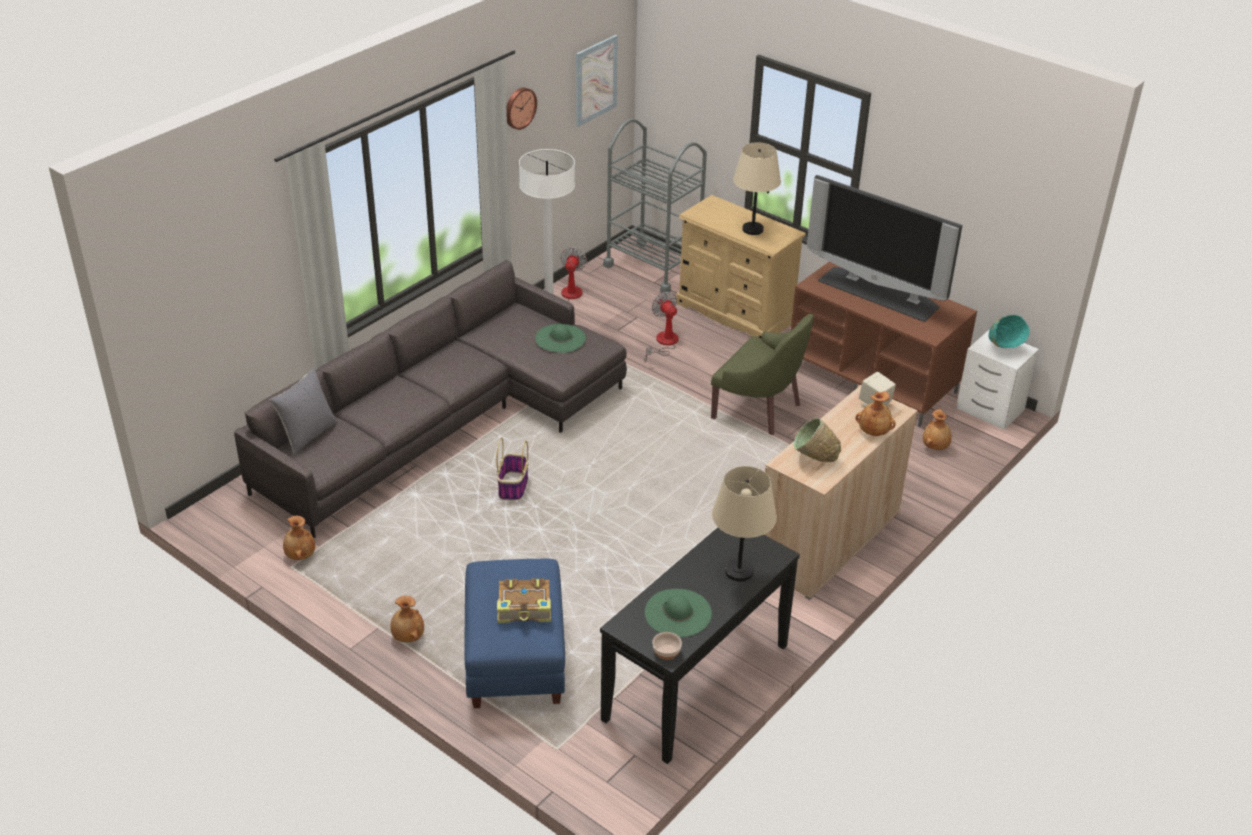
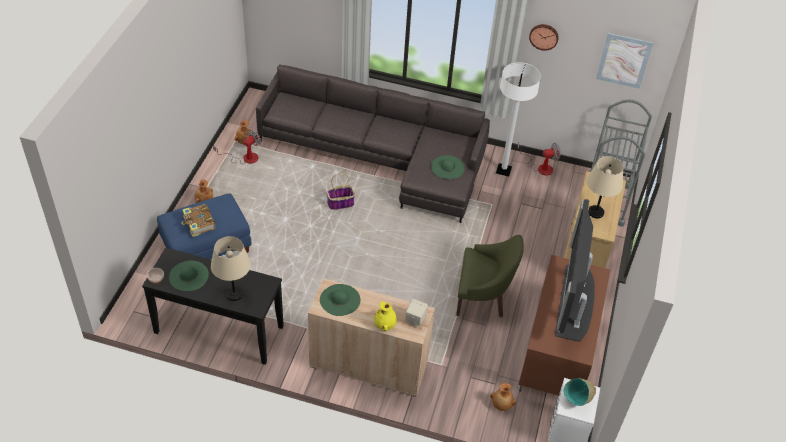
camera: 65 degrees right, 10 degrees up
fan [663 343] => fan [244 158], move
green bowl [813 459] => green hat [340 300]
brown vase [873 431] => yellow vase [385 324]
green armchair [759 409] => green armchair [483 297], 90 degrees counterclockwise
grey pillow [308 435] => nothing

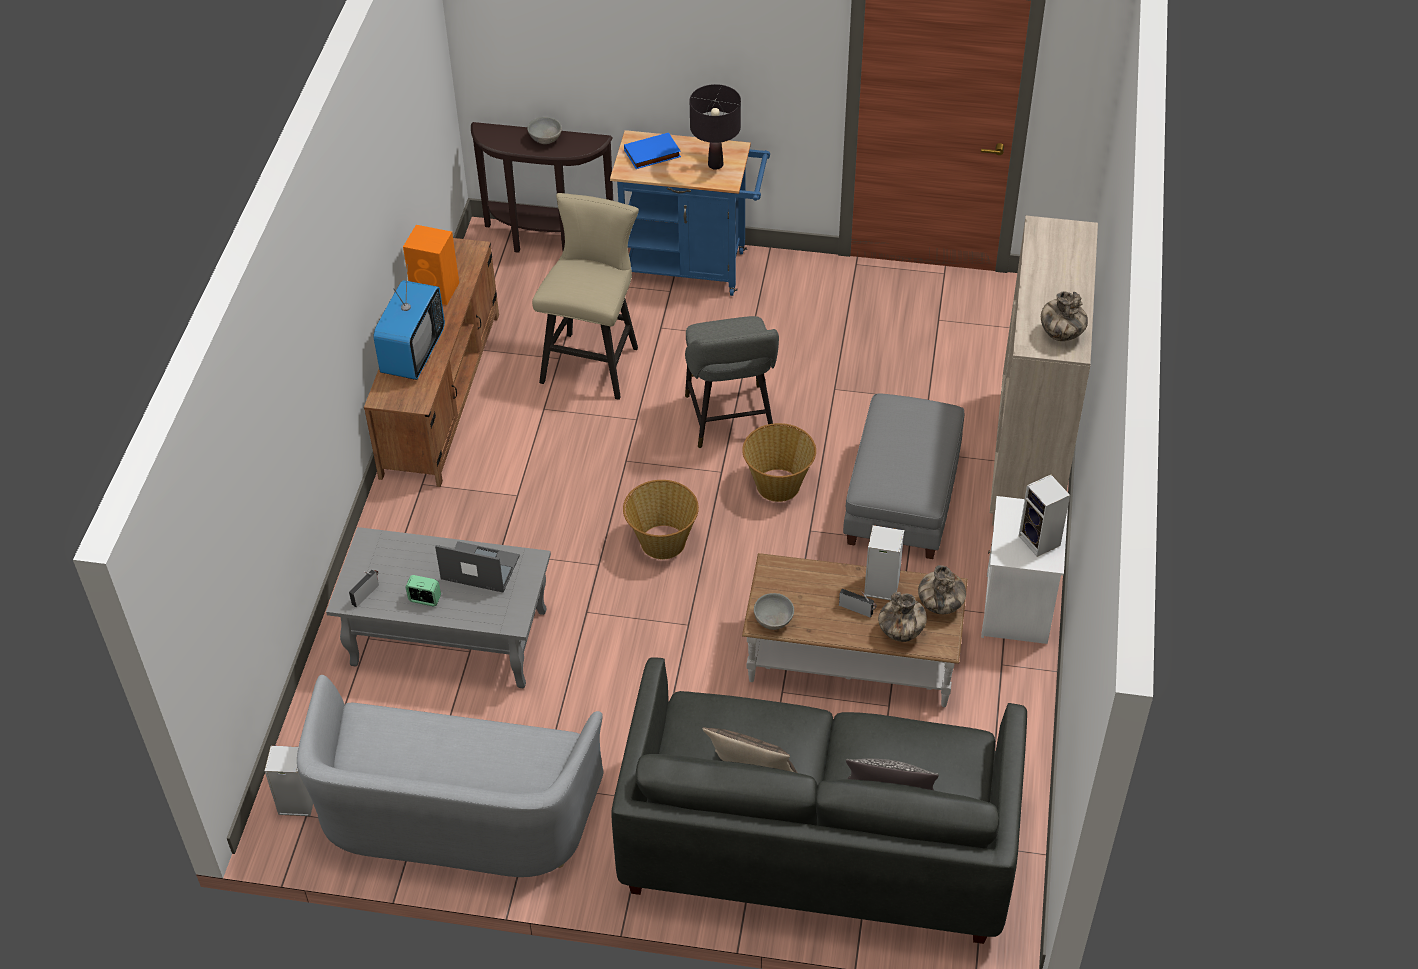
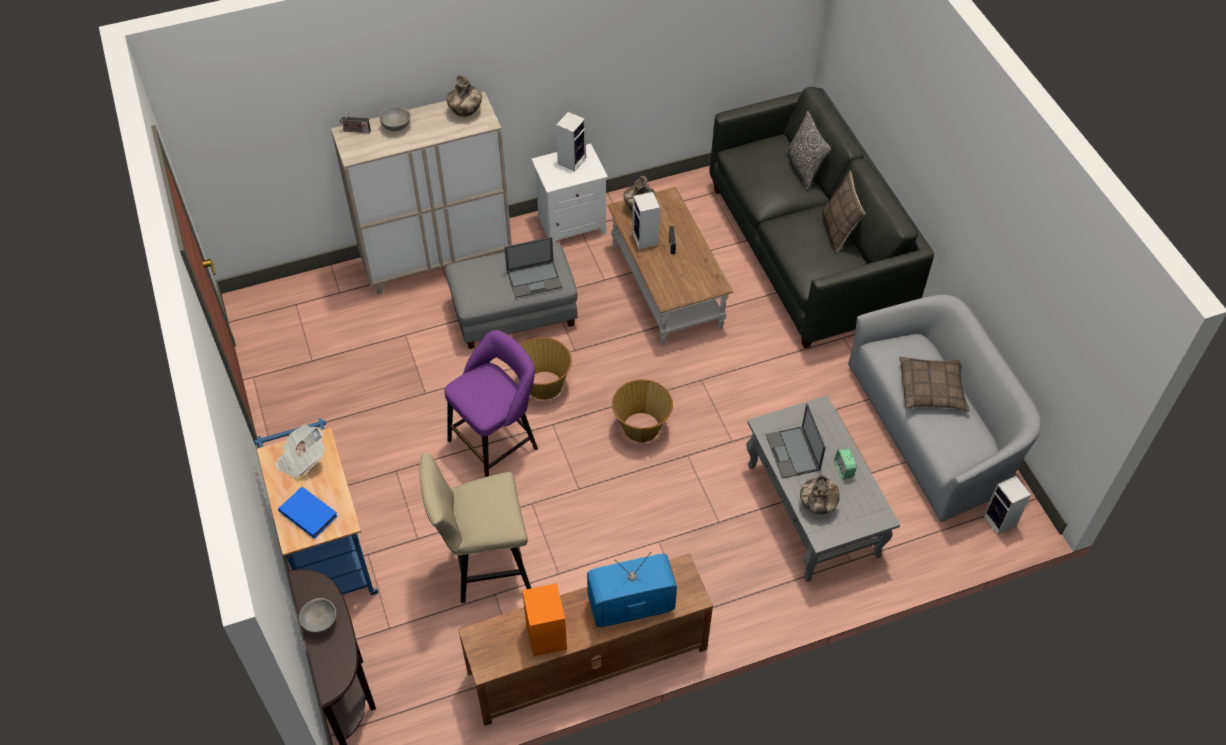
camera: 120 degrees left, 5 degrees up
black table lamp [715 164] => newspaper [302 459]
radio [366 593] => radio [355 130], move
grey bowl [774 620] => grey bowl [396 126], move
grey stool [730 421] => purple stool [497 442]
nothing => laptop [534 279]
vase [901 632] => vase [817 504], move
nothing => pillow [932 389]

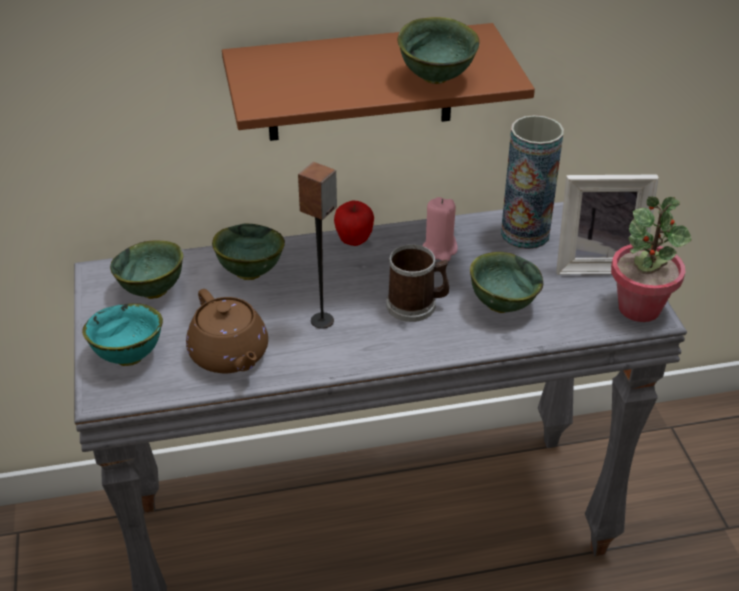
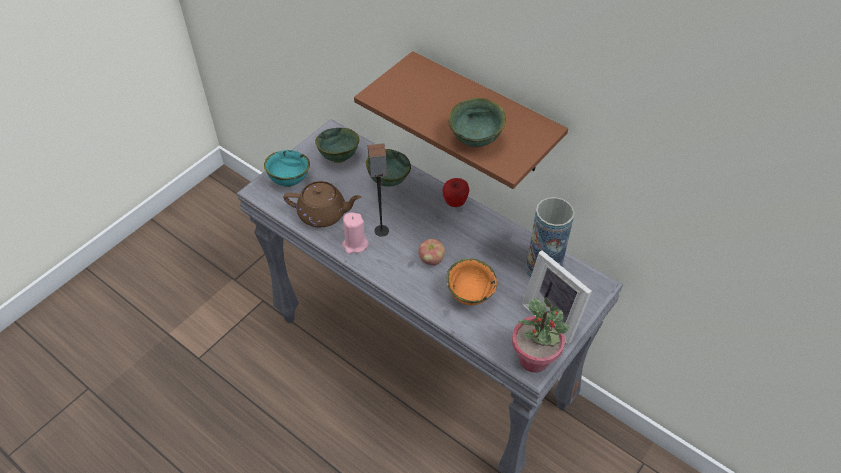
camera: 50 degrees right, 10 degrees up
brown teapot [229 355] => brown teapot [323 214], 105 degrees counterclockwise
pink candle [439 250] => pink candle [355 244], move
mug [417 305] => apple [431 260]
green bowl [501 304] => orange bowl [470 294]

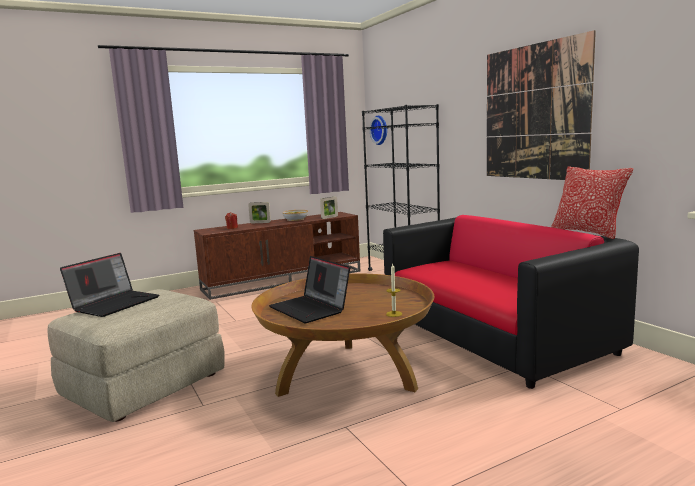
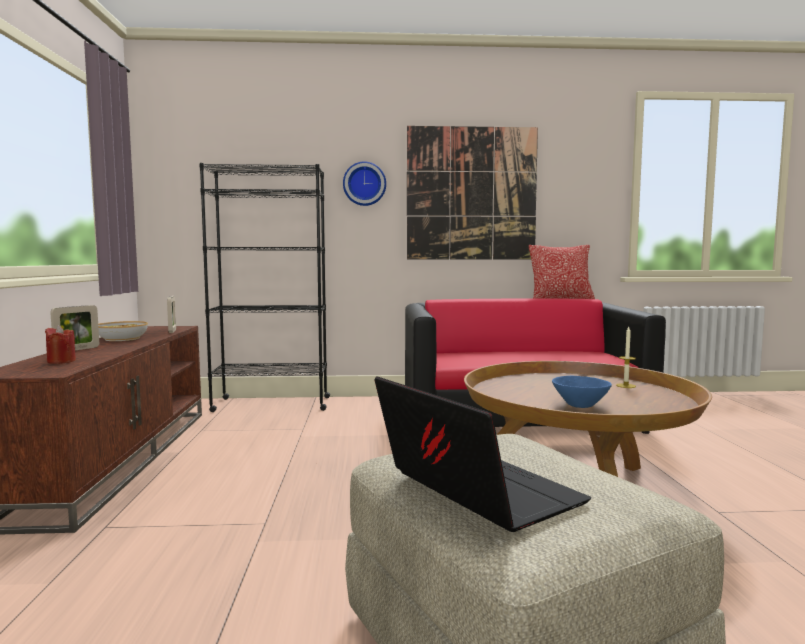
camera: 65 degrees left, 5 degrees down
wall clock [380 130] => wall clock [364 184], move
laptop [311 309] => blue bowl [580 405]

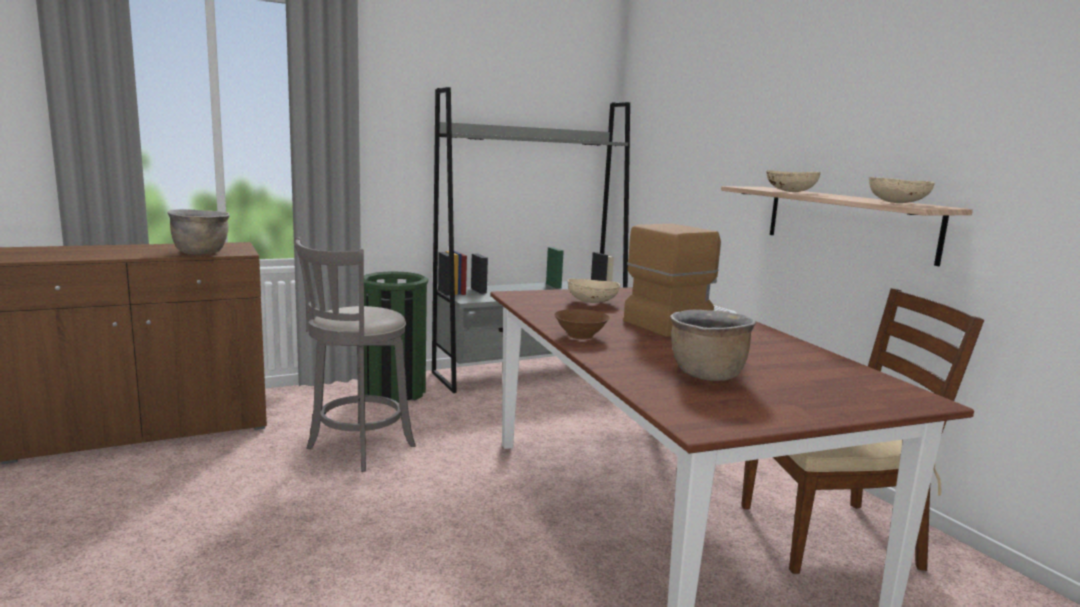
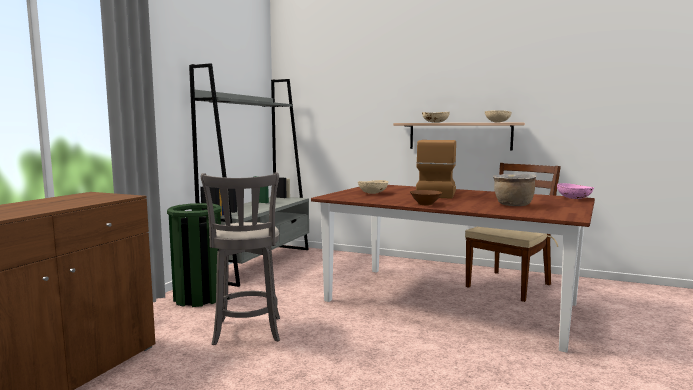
camera: 40 degrees left, 5 degrees down
nothing => pink bowl [574 198]
brown cooking pot [201 253] => nothing

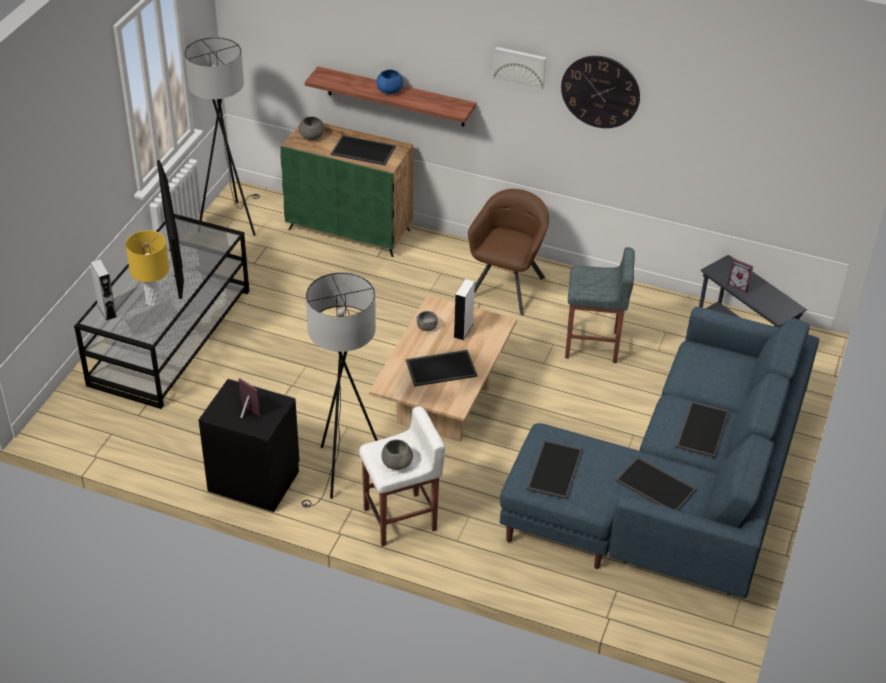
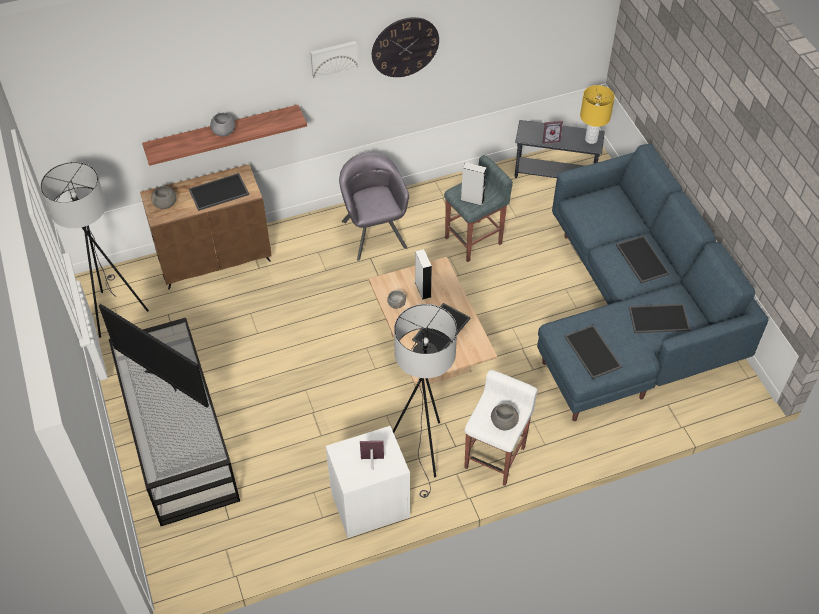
camera: 40 degrees left, 10 degrees up
green cabinet [350 230] => brown cabinet [215 259]
blue bowl [390 90] => grey bowl [224 131]
black nightstand [254 480] => white nightstand [369 504]
brown armchair [507 287] => grey armchair [374 233]
grey speaker [107 311] => grey speaker [472 200], move
yellow table lamp [154 301] => yellow table lamp [591 139], move

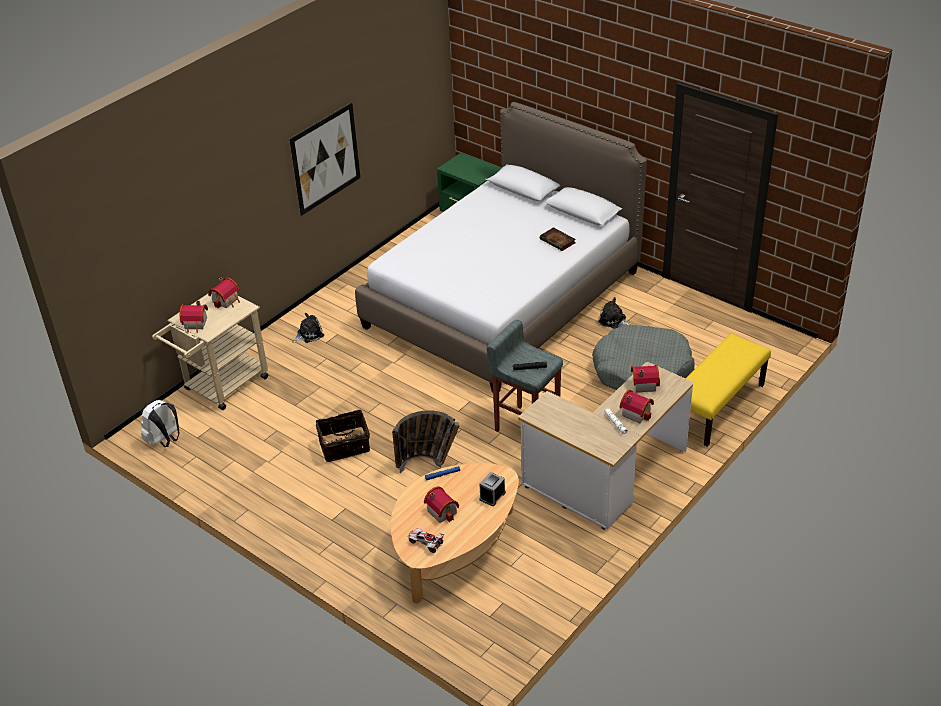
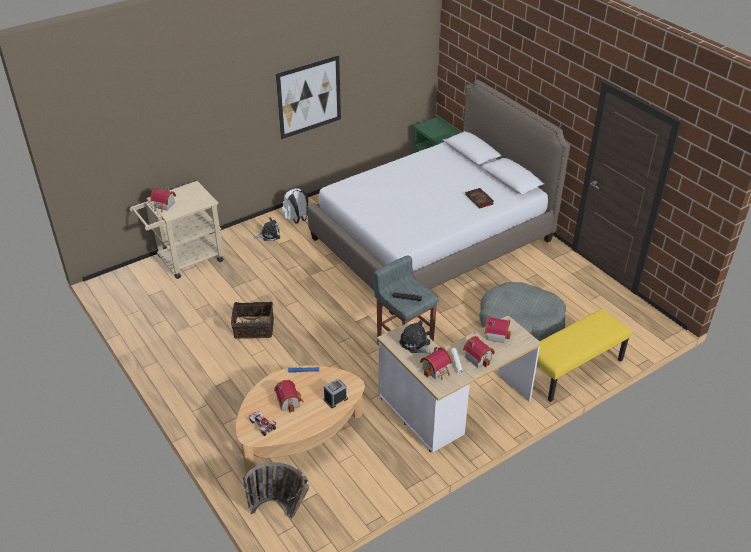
camera: 15 degrees right, 0 degrees up
basket [428 464] => basket [281 511], move
white backpack [165 440] => white backpack [297 219], move
plush toy [613 321] => plush toy [416 344], move
toy house [227 300] => toy house [437 370], move

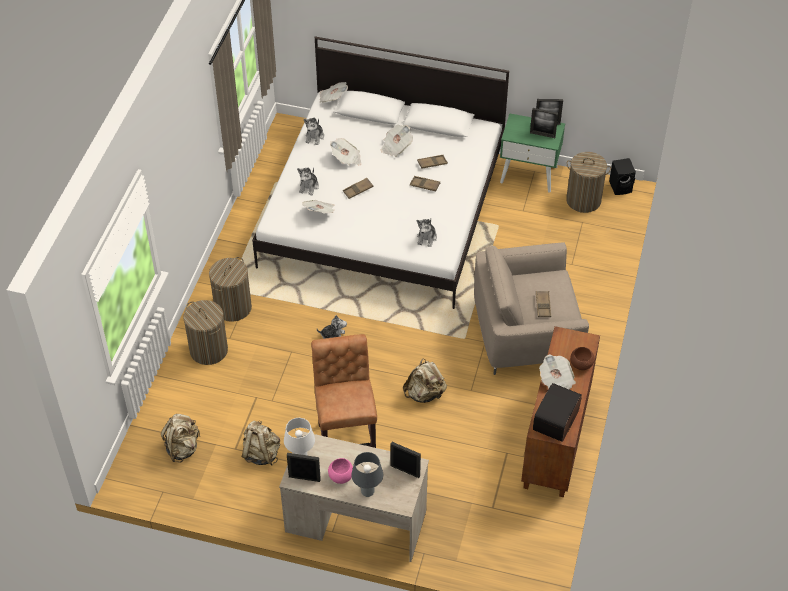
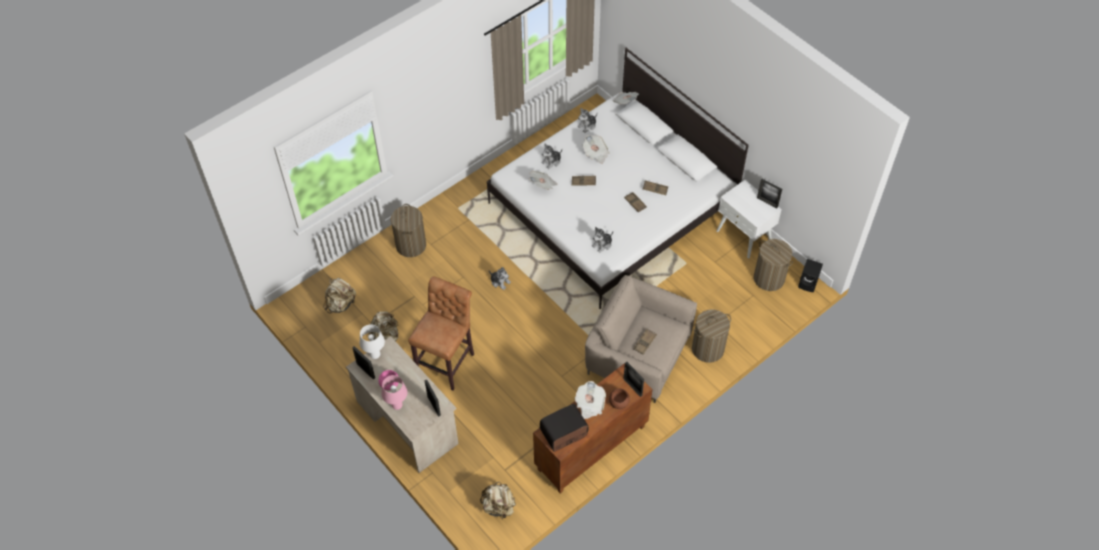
camera: 35 degrees right, 5 degrees up
grey table lamp [367 492] => pink table lamp [397 405]
beige backpack [425 394] => beige backpack [499 507], move
picture frame [542 134] => picture frame [632 387], move
laundry basket [233 307] => laundry basket [708 349], move
green nightstand [529 174] => white nightstand [744 236]
newspaper [396 147] => nothing

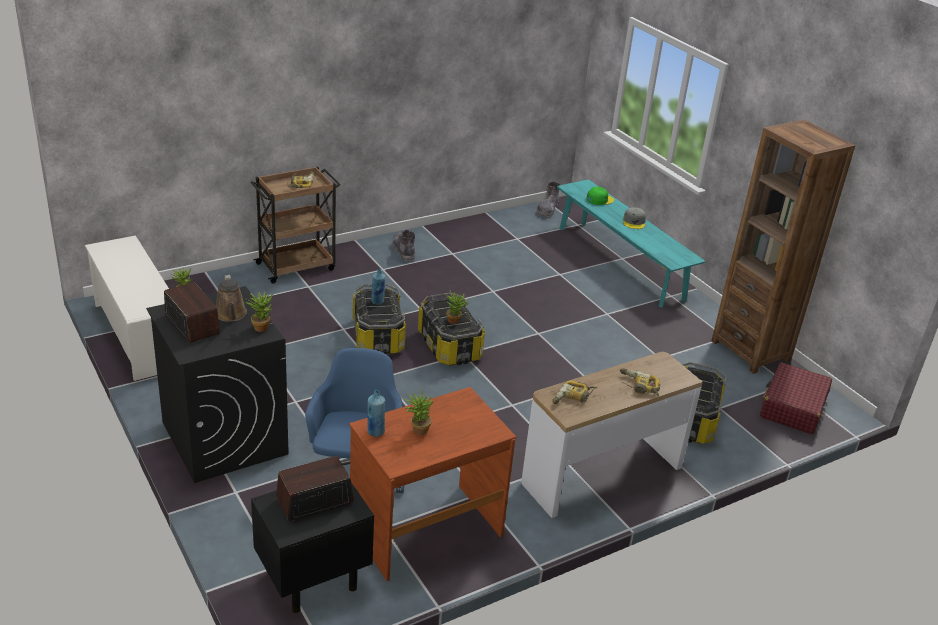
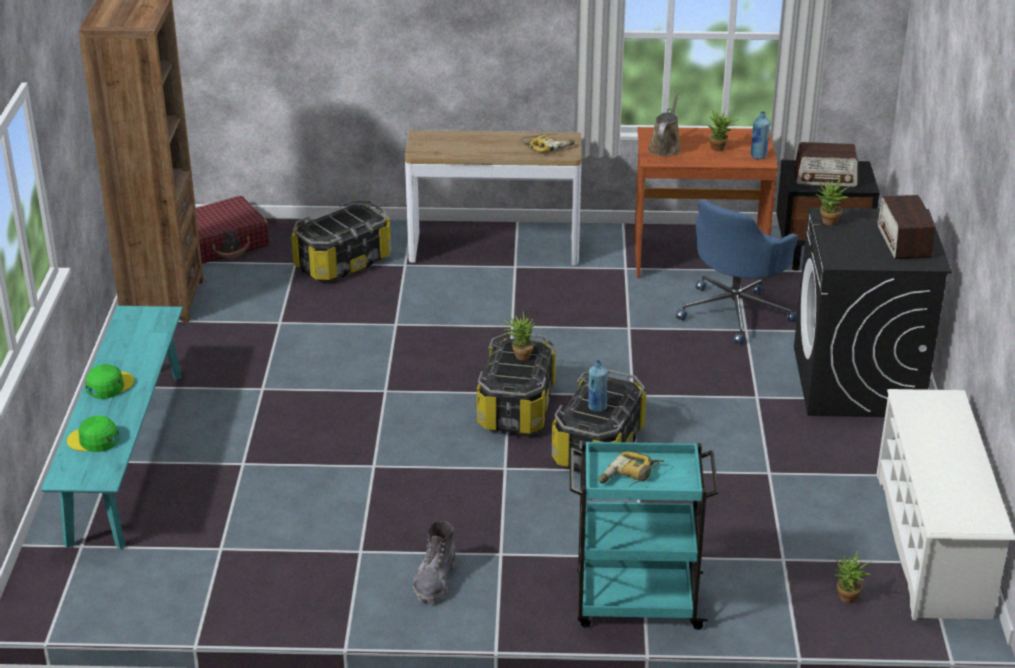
camera: 145 degrees left, 0 degrees up
grey cap [634 222] => green cap [109 385]
brown cart [297 266] => turquoise cart [635 603]
brown watering can [231 315] => brown watering can [665 147], move
grey boot [547 210] => nothing
power drill [638 386] => nothing

